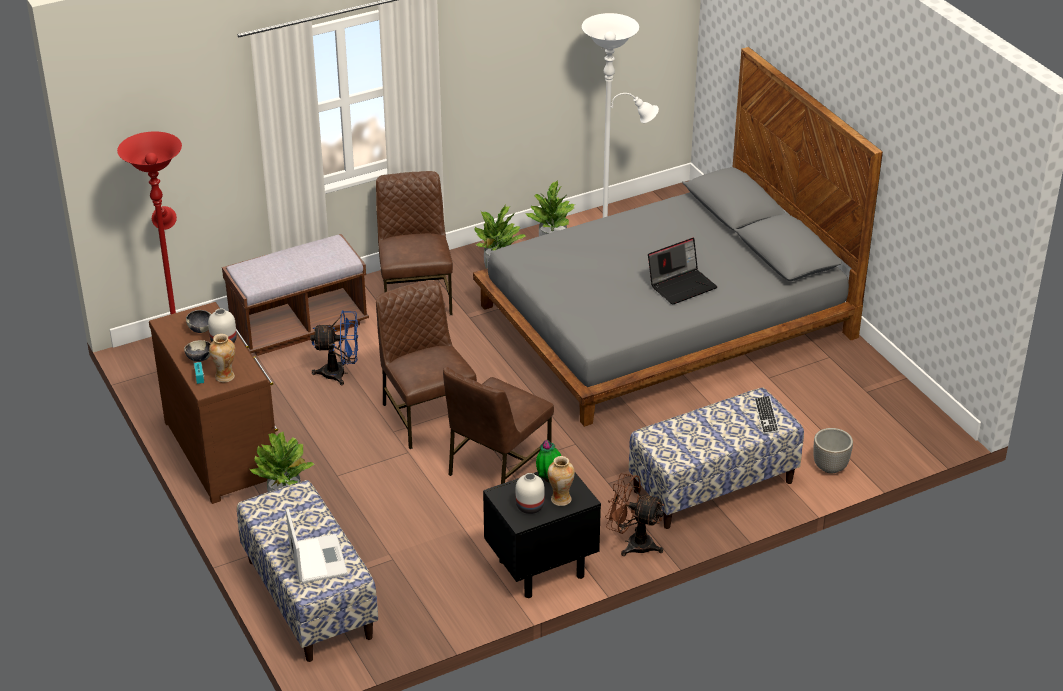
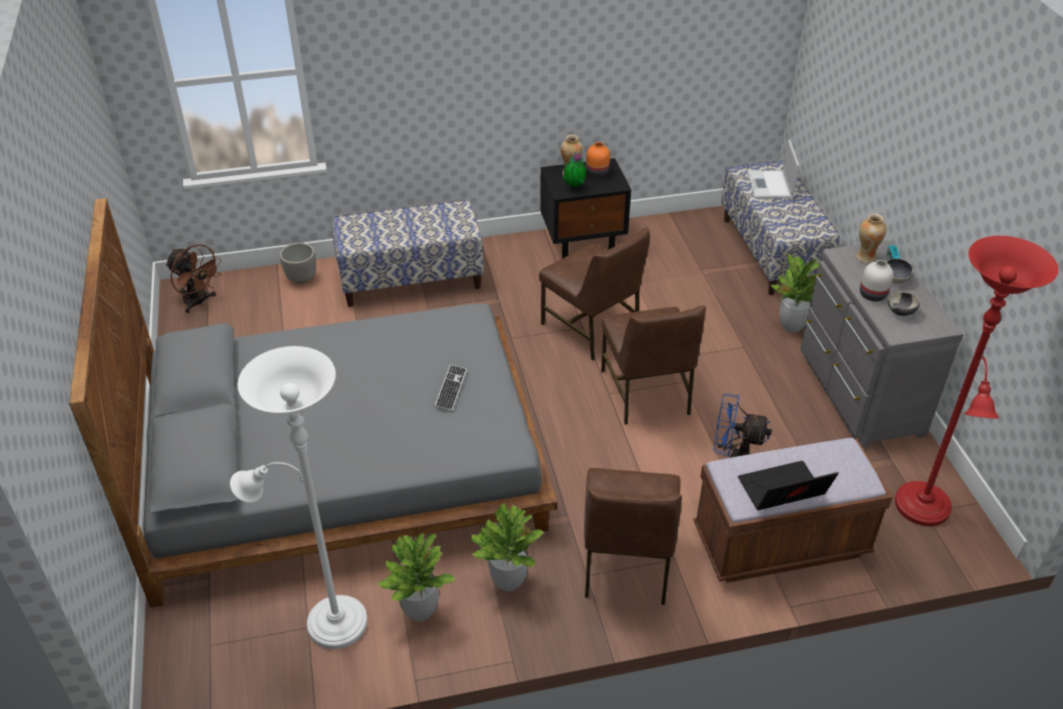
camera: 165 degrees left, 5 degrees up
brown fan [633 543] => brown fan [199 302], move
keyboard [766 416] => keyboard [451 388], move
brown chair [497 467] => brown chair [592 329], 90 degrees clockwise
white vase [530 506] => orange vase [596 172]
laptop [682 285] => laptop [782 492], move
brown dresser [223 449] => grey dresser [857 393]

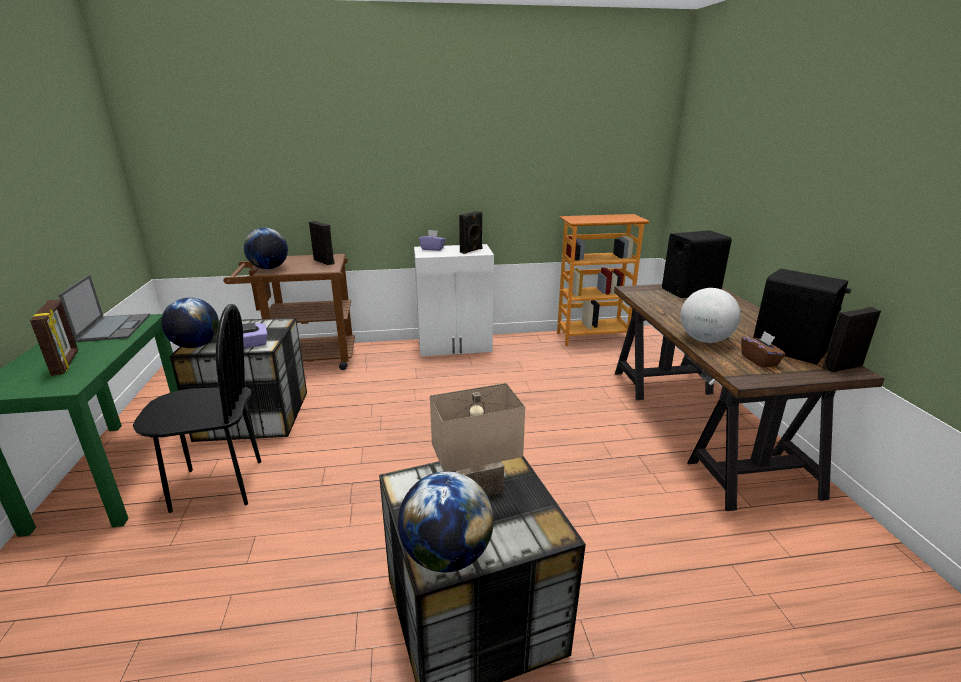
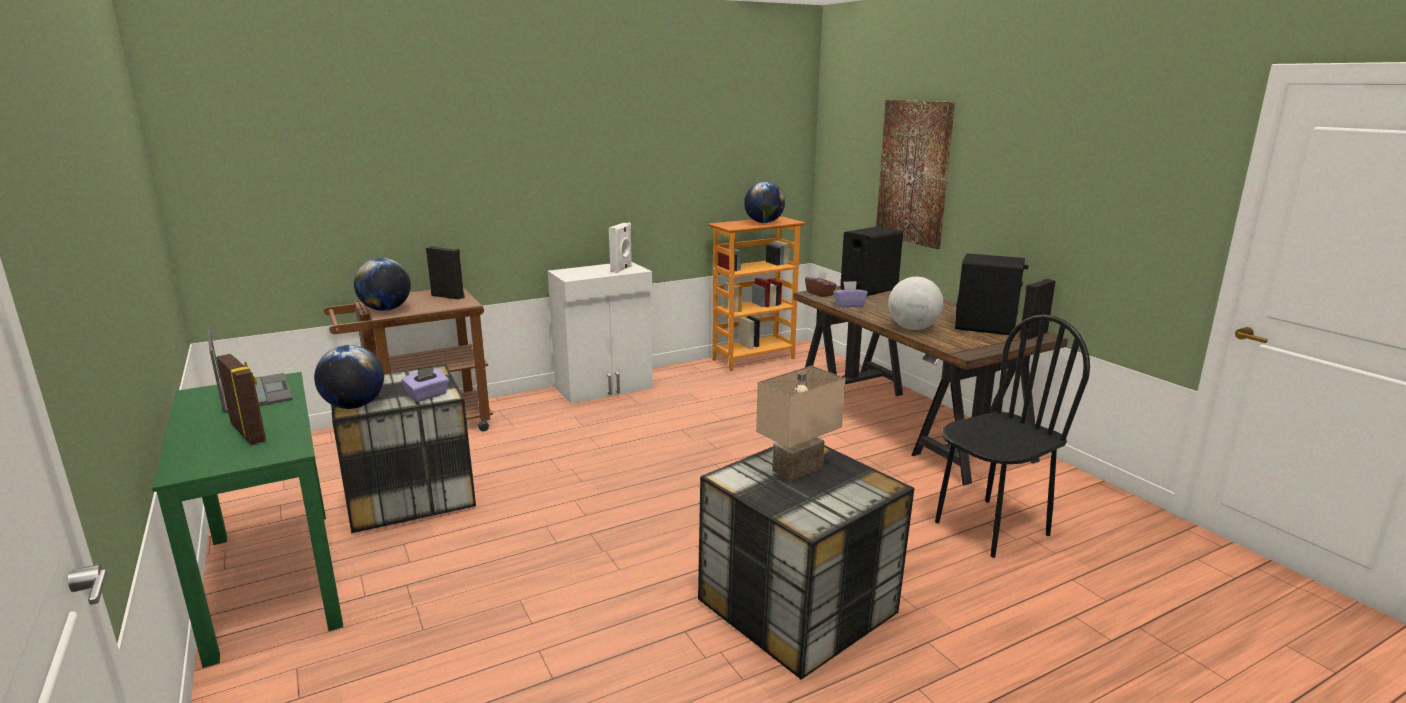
camera: 20 degrees left, 5 degrees down
black speaker [471 250] => white speaker [622 269]
globe [447 556] => globe [763 222], move
brown tissue box [759 360] => brown tissue box [820 294], move
purple tissue box [432 249] => purple tissue box [849 305], move
nothing => picture [914 172]
black chair [217 486] => black chair [991 528], move

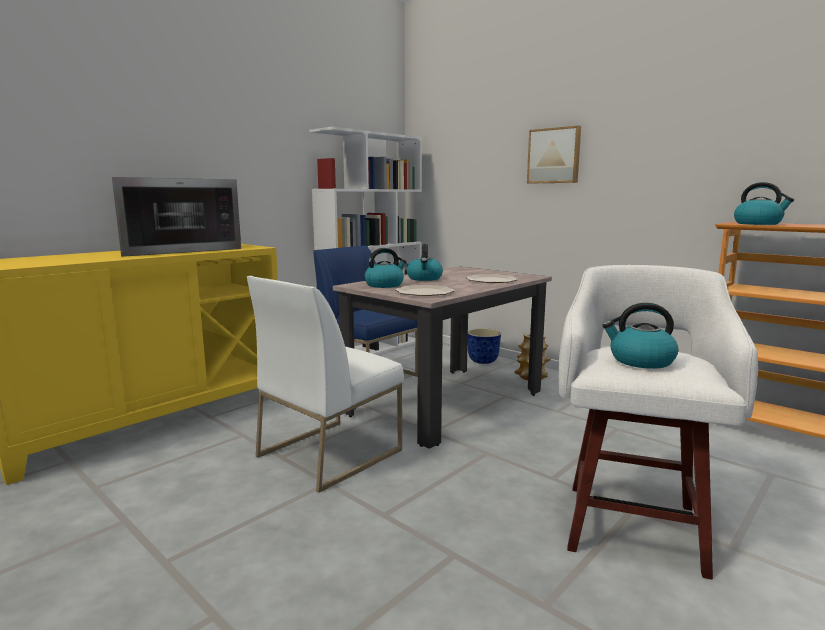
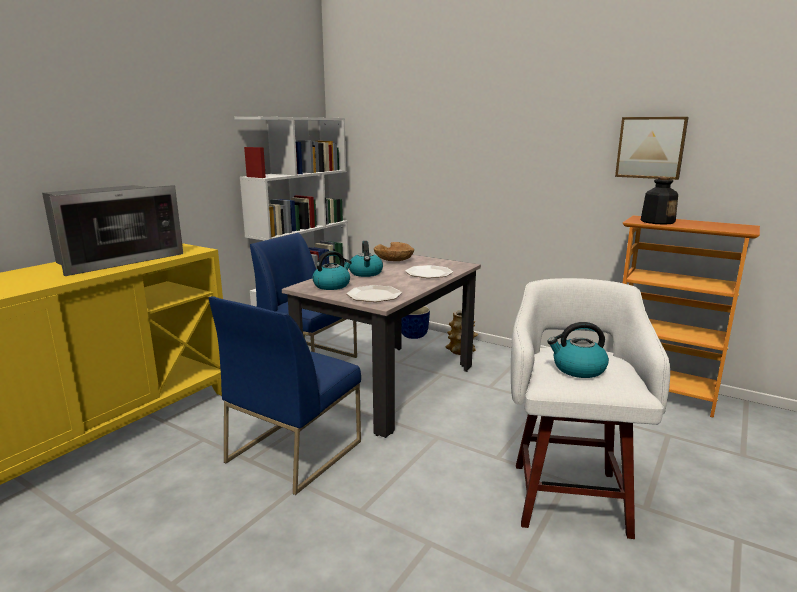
camera: 10 degrees left, 5 degrees up
white chair [330 452] => blue chair [294 450]
nothing => brown bowl [394 260]
picture [554 156] => picture [651 147], move
kettle [758 224] => bottle [657 221]

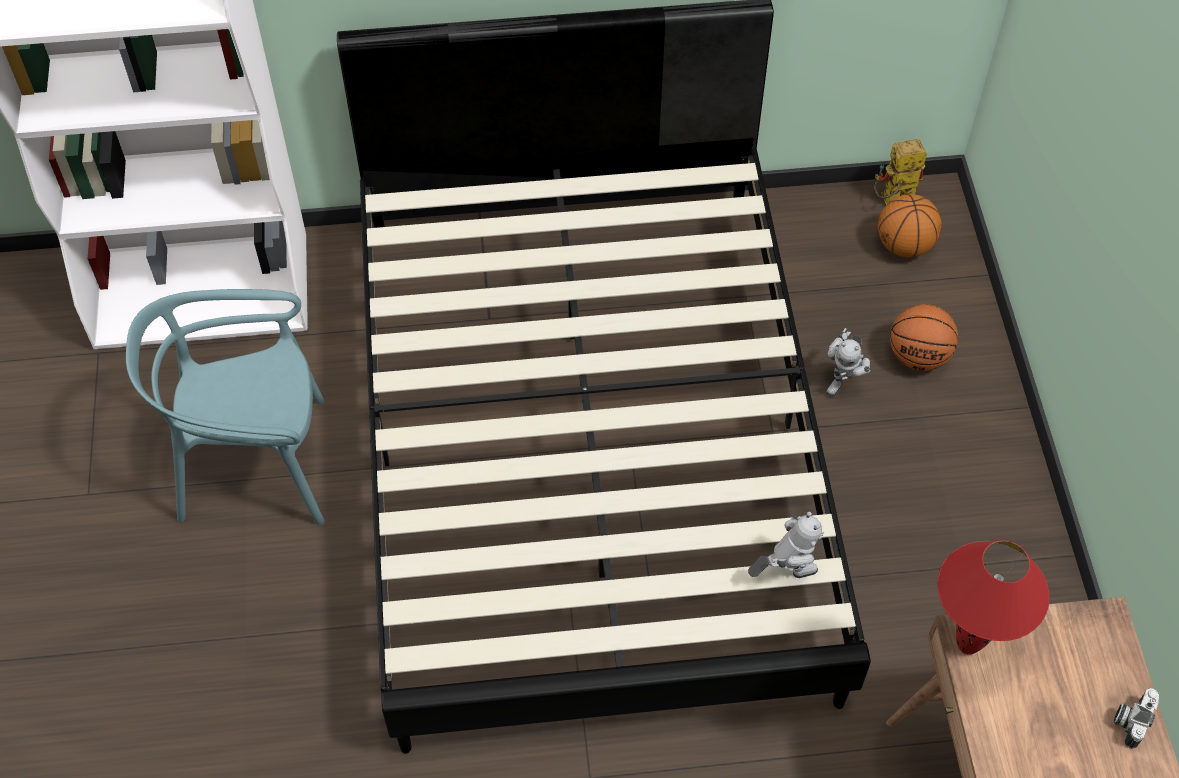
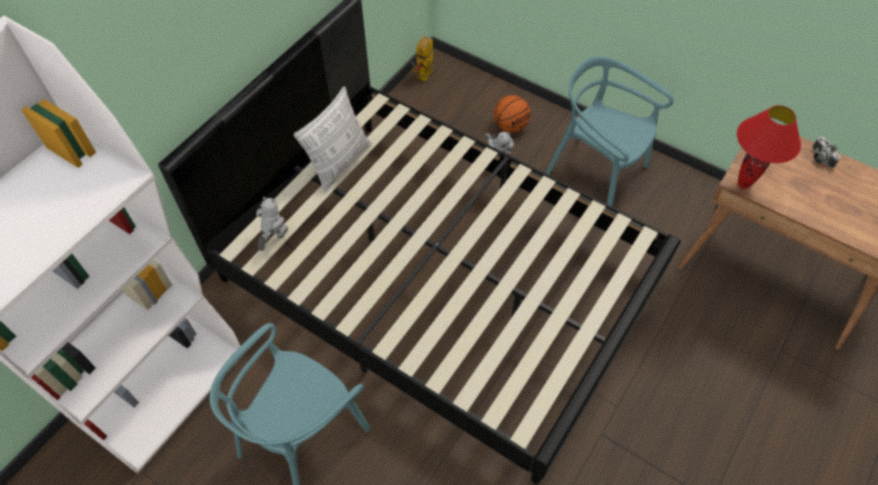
camera: 50 degrees left, 0 degrees up
toy robot [785 572] => toy robot [274 240], move
nothing => pillow [339 163]
nothing => turquoise chair [596 174]
basketball [904 245] => nothing

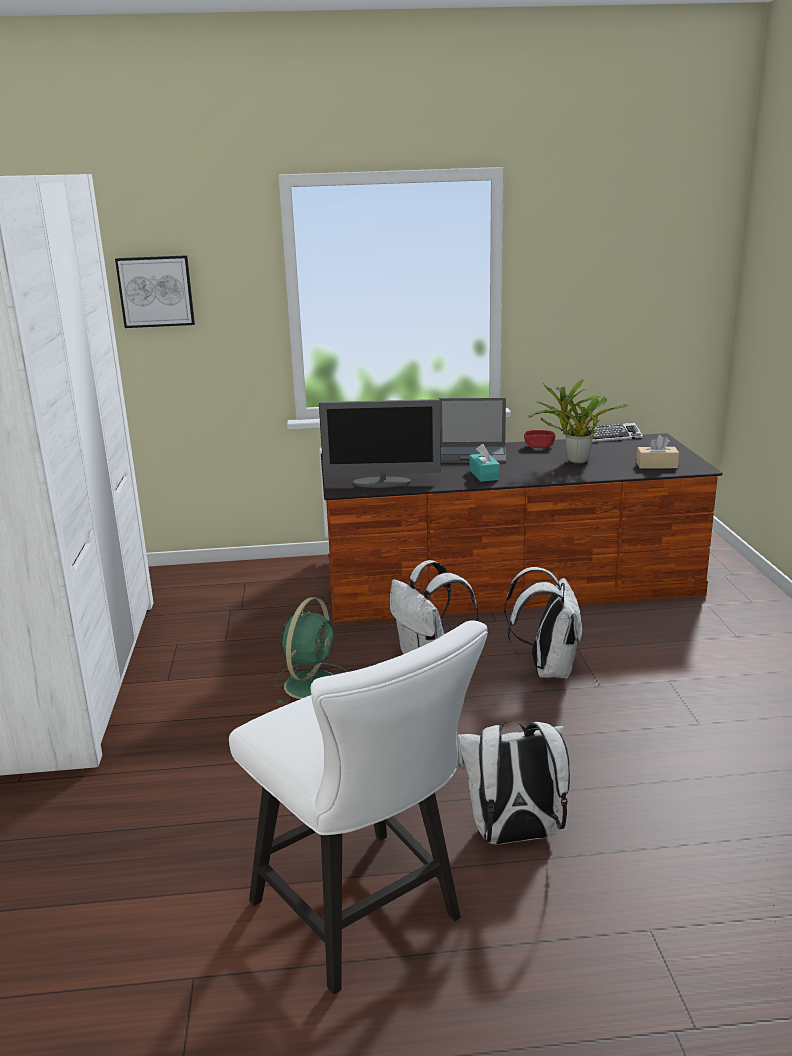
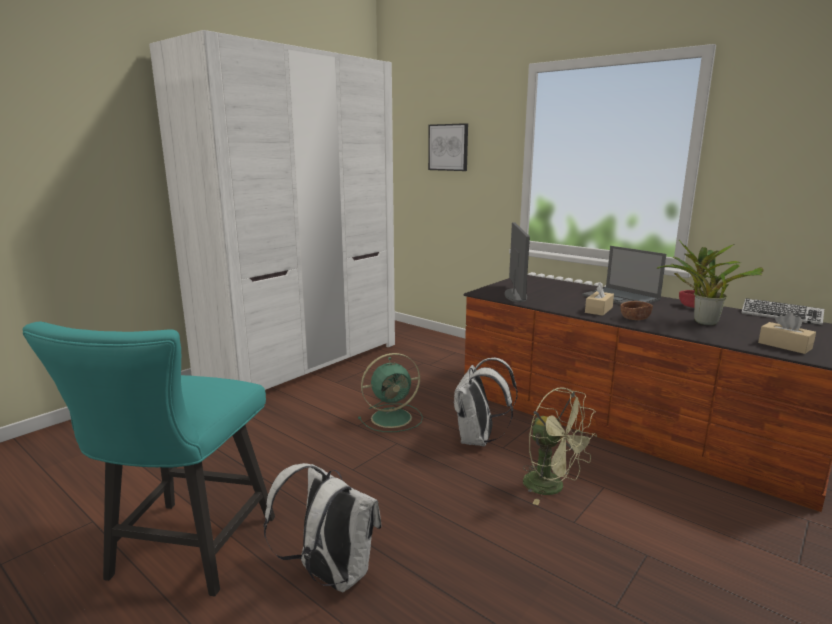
camera: 45 degrees right, 5 degrees down
white chair [365 917] => turquoise chair [186 554]
monitor [382 483] => monitor [515 296], 135 degrees counterclockwise
white backpack [547 669] => green fan [552 487]
turquoise tissue box [484 475] => beige tissue box [598 310]
nothing => brown bowl [635 318]

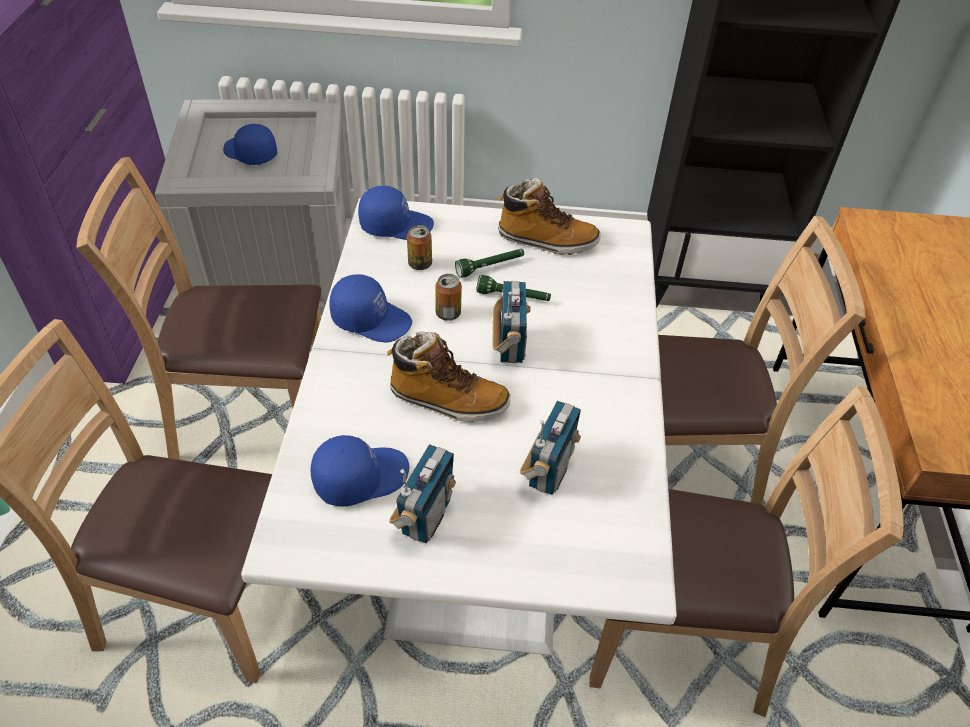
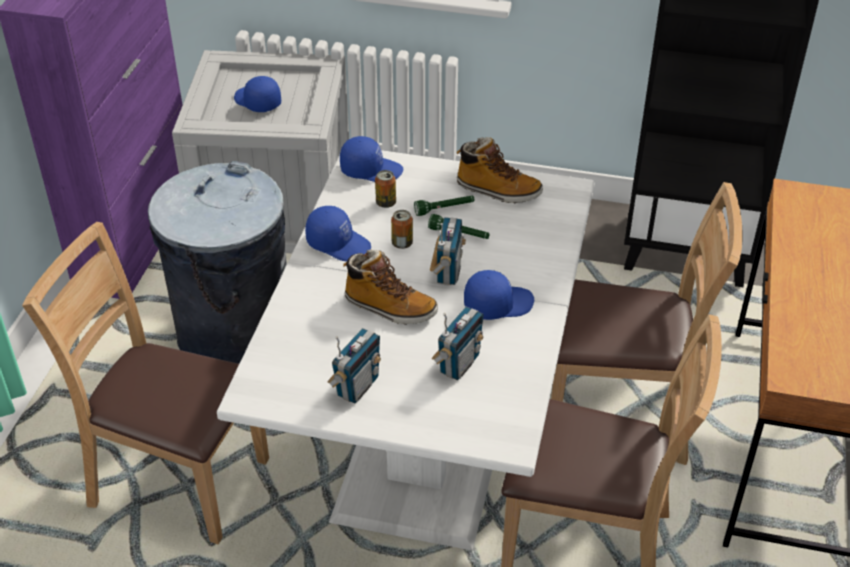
camera: 10 degrees right, 5 degrees down
brown chair [250 417] => grey trash can [235 337]
blue cap [360 476] => blue cap [498 304], move

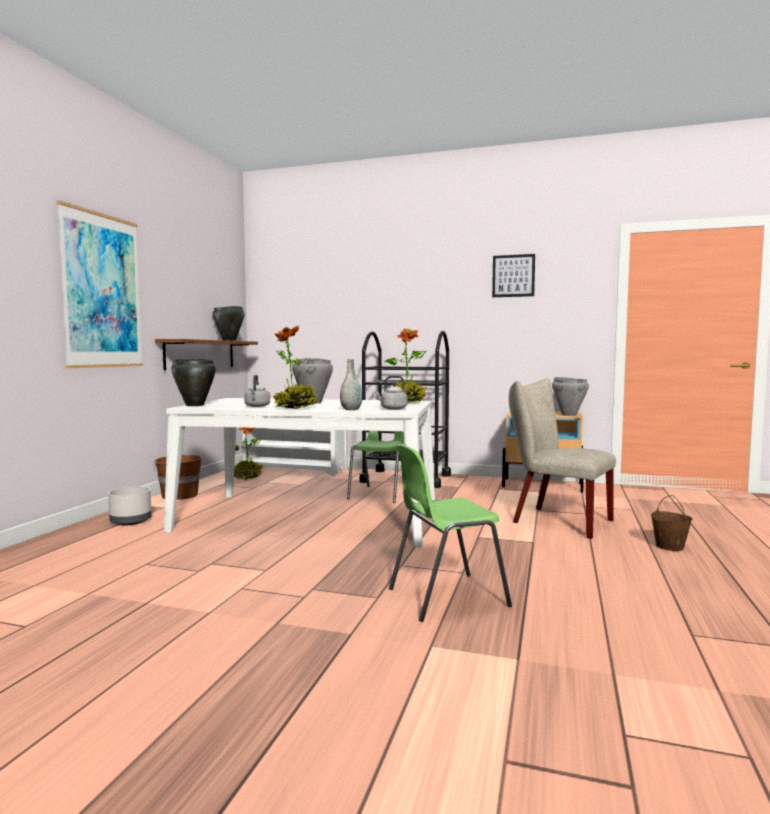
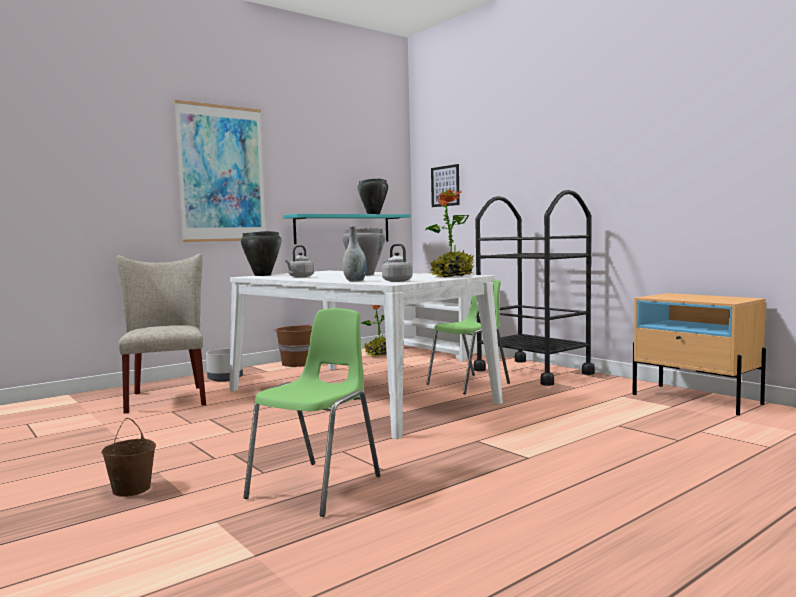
camera: 35 degrees right, 0 degrees up
brown bucket [669 547] => brown bucket [131 489], move
beige chair [556 520] => beige chair [167 397], move
green chair [446 597] => green chair [317 487], 105 degrees clockwise
brown shelf [200 354] => turquoise shelf [343 229]
picture [513 276] => picture [445 186], move
potted plant [295 408] => nothing
grey cooking pot [569 415] => nothing

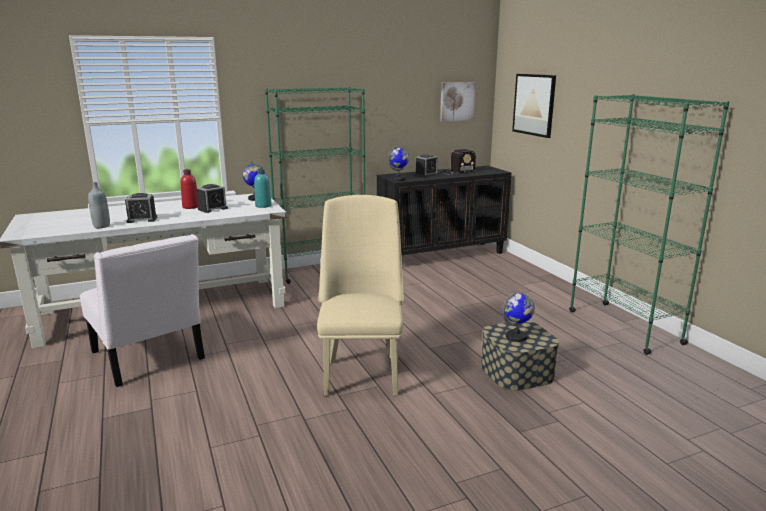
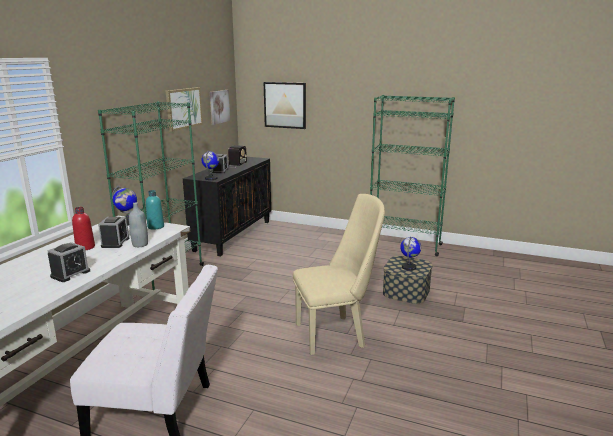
camera: 45 degrees left, 0 degrees up
grey bottle [101 226] => grey bottle [140 244], move
nothing => picture [183 108]
beige chair [361 373] => beige chair [335 334], 120 degrees clockwise

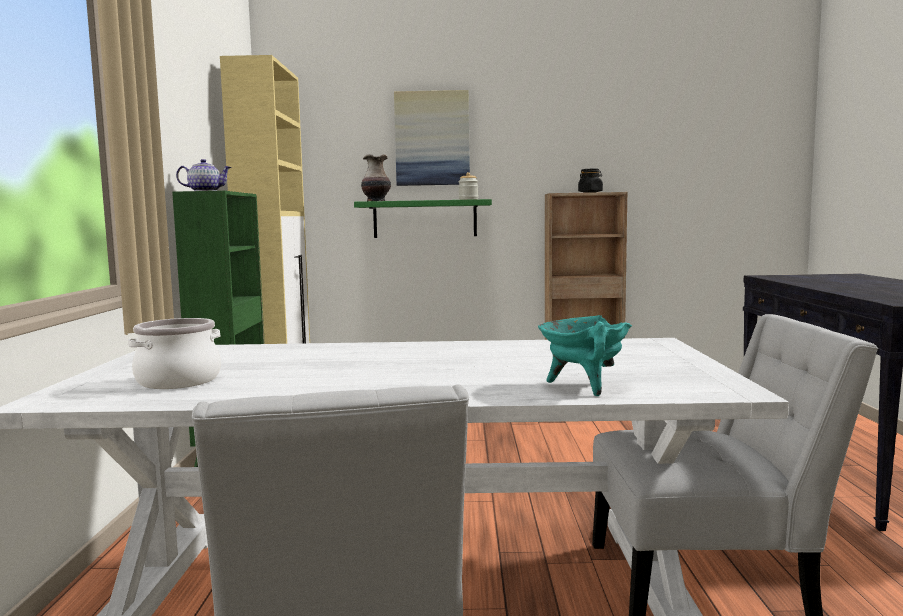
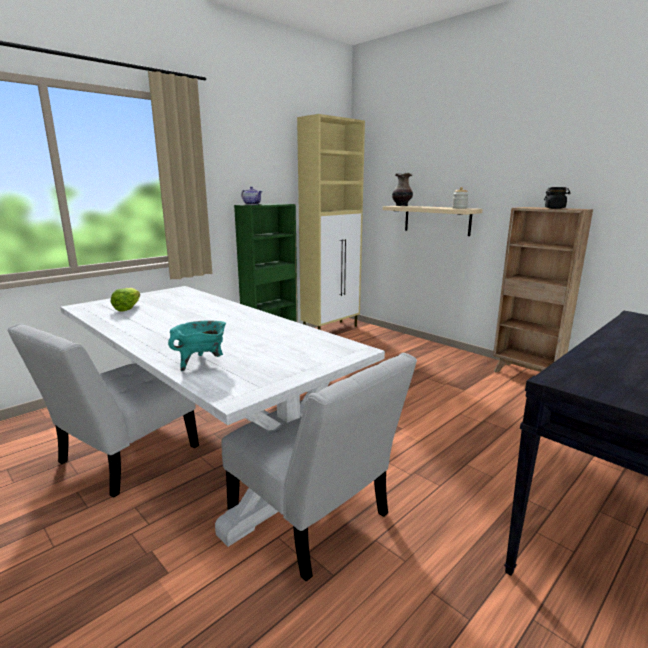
camera: 45 degrees right, 10 degrees up
cooking pot [179 381] => lettuce [127 308]
green shelf [425 219] => beige shelf [437 220]
picture [432 138] => nothing

